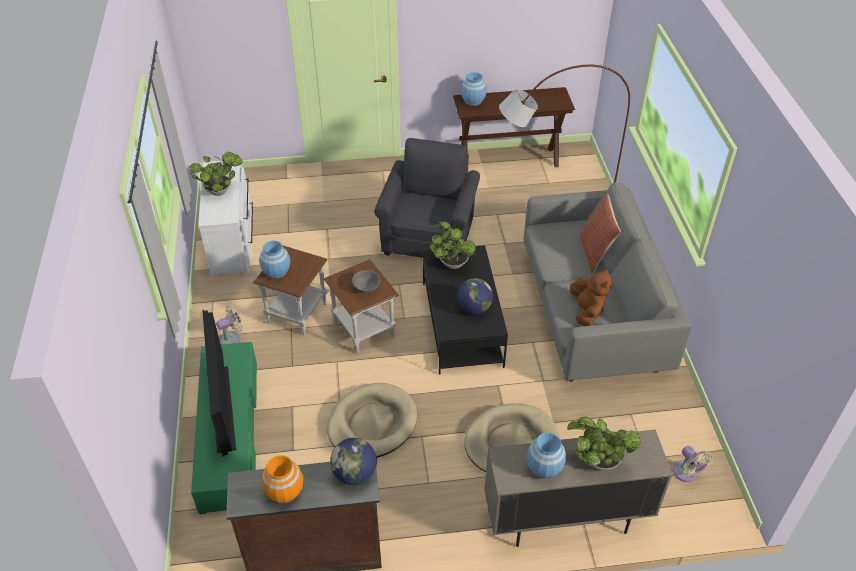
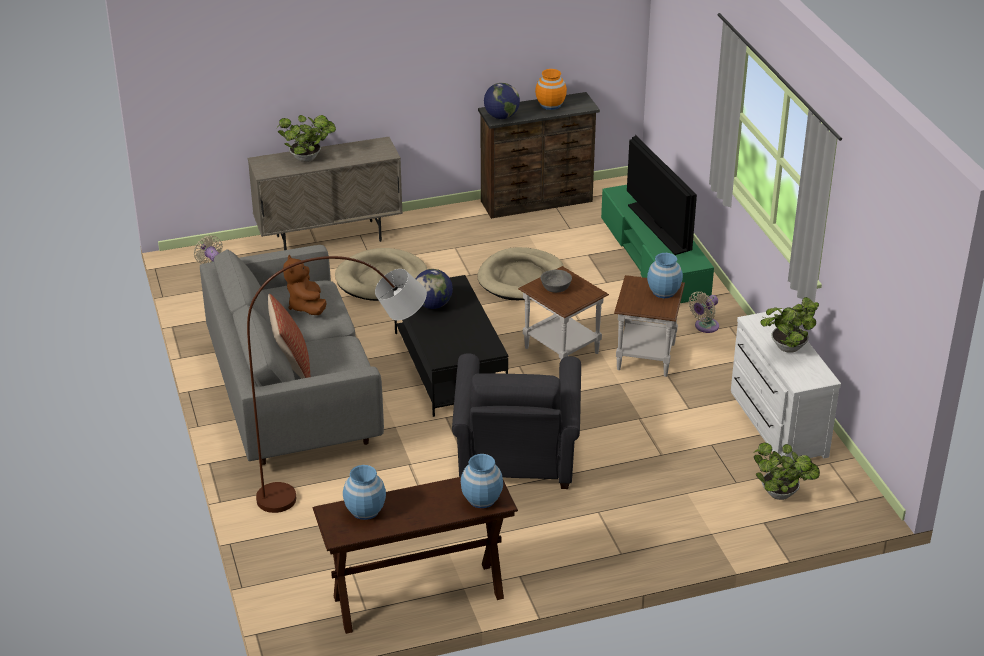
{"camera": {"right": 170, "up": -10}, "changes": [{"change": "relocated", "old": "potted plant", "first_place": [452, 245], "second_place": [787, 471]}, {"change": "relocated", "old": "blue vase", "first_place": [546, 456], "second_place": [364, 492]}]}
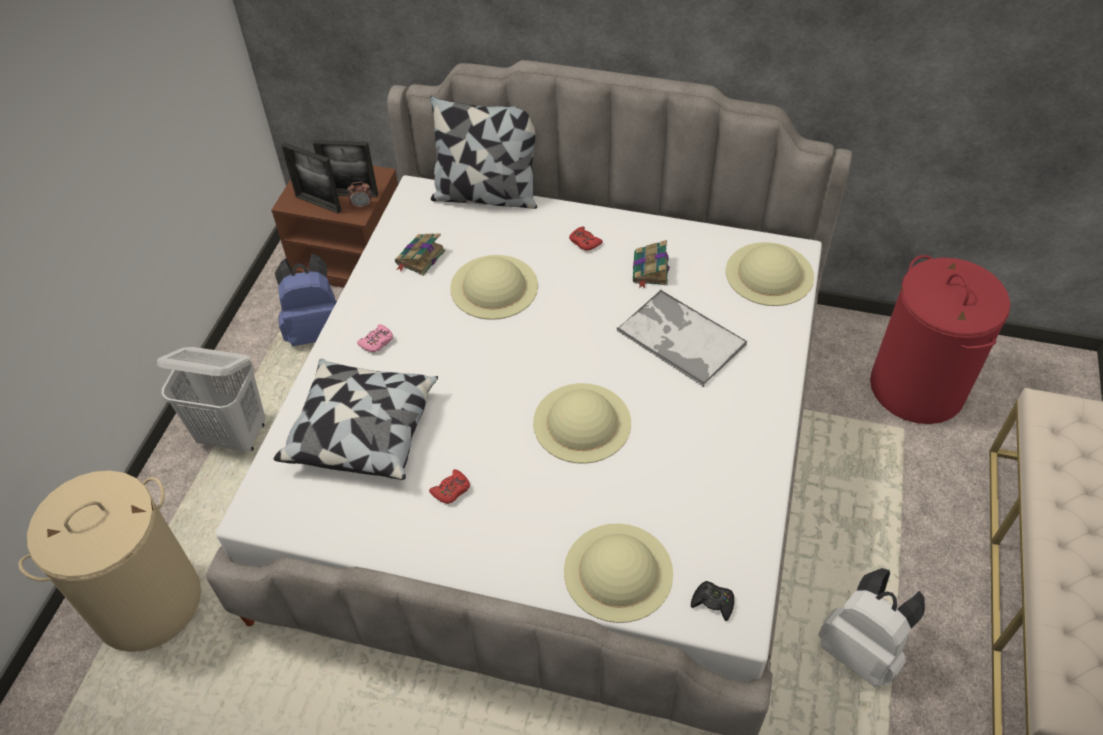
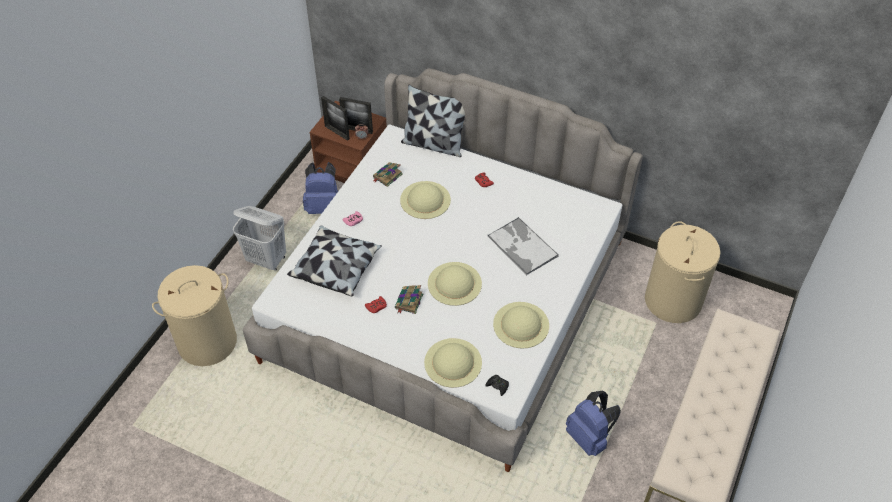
{"camera": {"right": 10, "up": 0}, "changes": [{"change": "relocated", "old": "book", "first_place": [651, 264], "second_place": [409, 299]}, {"change": "relocated", "old": "beige hat", "first_place": [770, 274], "second_place": [521, 325]}, {"change": "colour", "old": "white backpack", "new": "blue backpack", "first_place": [871, 627], "second_place": [593, 423]}, {"change": "colour", "old": "red laundry basket", "new": "beige laundry basket", "first_place": [940, 339], "second_place": [682, 272]}]}
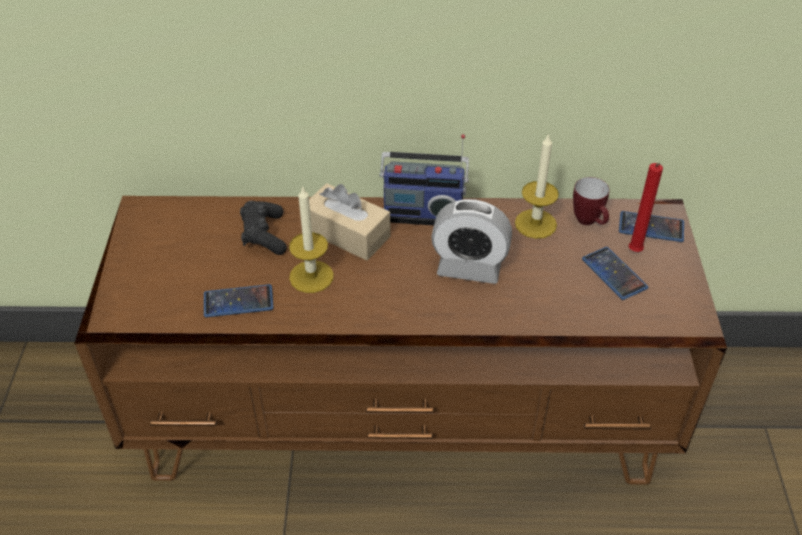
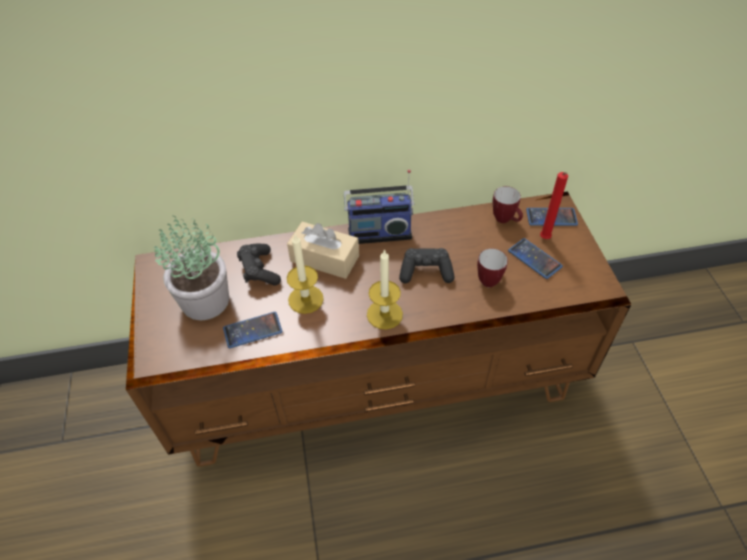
{"camera": {"right": -10, "up": 5}, "changes": [{"change": "exchanged", "old": "alarm clock", "new": "black game controller", "first_place": [471, 241], "second_place": [427, 265]}, {"change": "relocated", "old": "candle", "first_place": [537, 186], "second_place": [385, 289]}, {"change": "appeared", "new": "potted plant", "second_place": [191, 267]}, {"change": "appeared", "new": "mug", "second_place": [492, 268]}]}
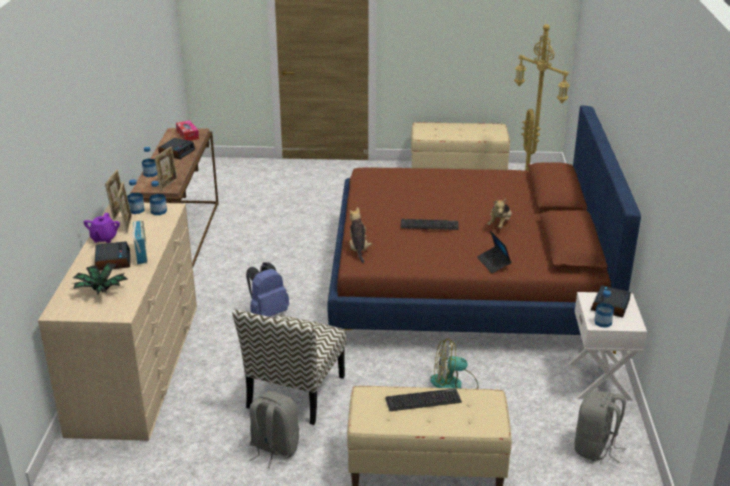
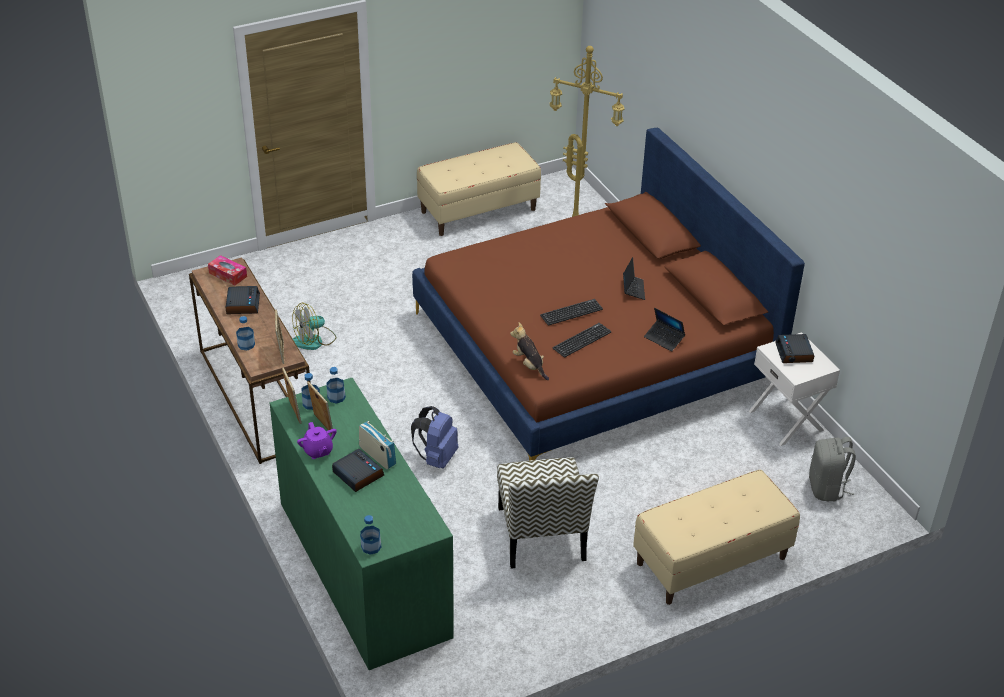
{"camera": {"right": -30, "up": 10}, "changes": [{"change": "colour", "old": "beige dresser", "new": "green dresser", "first_place": [117, 322], "second_place": [362, 524]}, {"change": "missing", "old": "potted plant", "first_place": [100, 278]}, {"change": "missing", "old": "grey backpack", "first_place": [274, 429]}, {"change": "relocated", "old": "keyboard", "first_place": [423, 399], "second_place": [582, 340]}, {"change": "relocated", "old": "fan", "first_place": [454, 364], "second_place": [314, 326]}, {"change": "exchanged", "old": "plush toy", "new": "laptop", "first_place": [499, 214], "second_place": [634, 278]}, {"change": "relocated", "old": "bottle", "first_place": [604, 309], "second_place": [370, 535]}]}
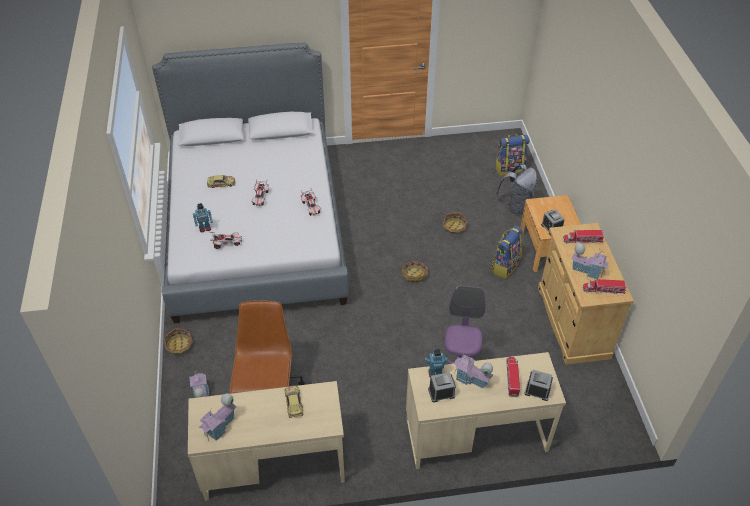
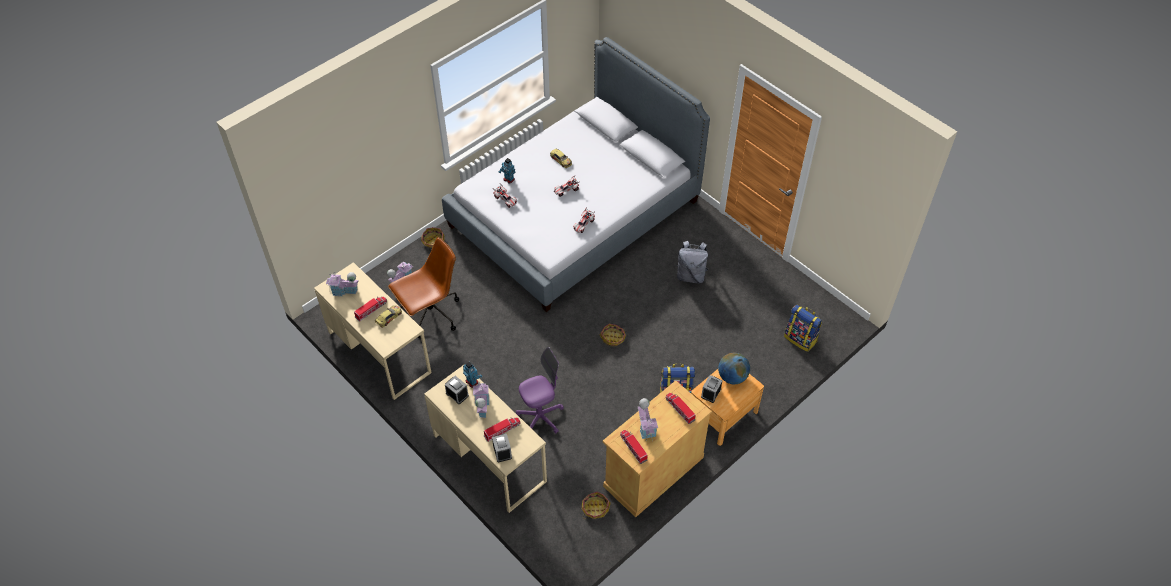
{"camera": {"right": 55, "up": 5}, "changes": [{"change": "relocated", "old": "basket", "first_place": [455, 224], "second_place": [596, 505]}, {"change": "relocated", "old": "grey backpack", "first_place": [516, 189], "second_place": [692, 262]}, {"change": "appeared", "new": "toy truck", "second_place": [370, 309]}, {"change": "appeared", "new": "globe", "second_place": [734, 368]}]}
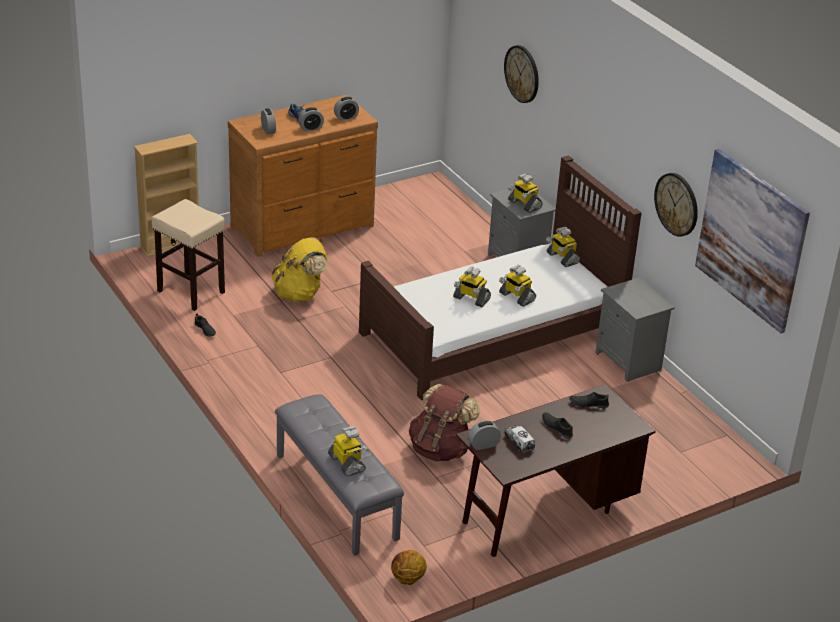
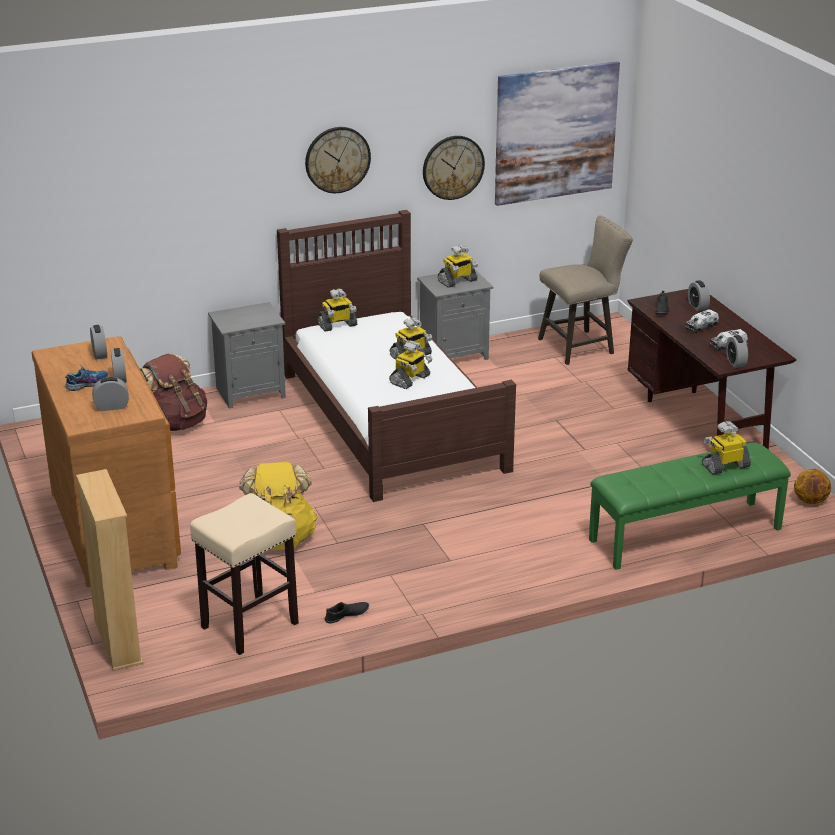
{"camera": {"right": -80, "up": -5}, "changes": [{"change": "colour", "old": "grey bench", "new": "green bench", "first_place": [339, 475], "second_place": [690, 506]}, {"change": "relocated", "old": "brown backpack", "first_place": [444, 423], "second_place": [173, 392]}, {"change": "relocated", "old": "wall clock", "first_place": [521, 74], "second_place": [338, 160]}, {"change": "relocated", "old": "toy robot", "first_place": [525, 193], "second_place": [458, 266]}, {"change": "exchanged", "old": "black shoe", "new": "toy truck", "first_place": [557, 425], "second_place": [702, 321]}, {"change": "appeared", "new": "beige stool", "second_place": [585, 290]}, {"change": "appeared", "new": "alarm clock", "second_place": [699, 295]}]}
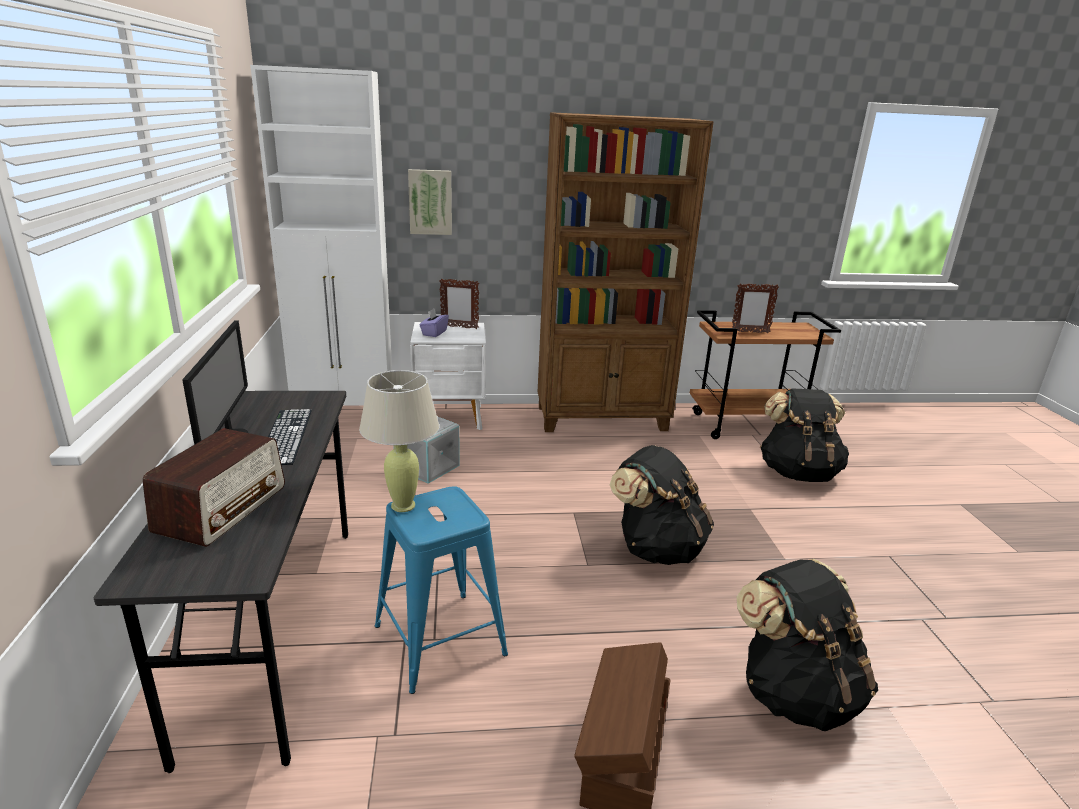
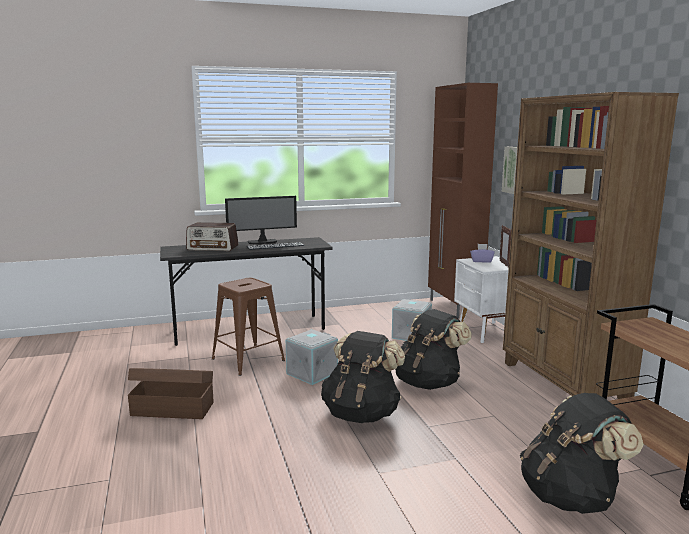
{"camera": {"right": 80, "up": -10}, "changes": [{"change": "colour", "old": "white cabinet", "new": "brown cabinet", "first_place": [321, 235], "second_place": [463, 200]}, {"change": "missing", "old": "beige table lamp", "first_place": [399, 441]}, {"change": "colour", "old": "blue stool", "new": "brown stool", "first_place": [441, 590], "second_place": [248, 326]}, {"change": "missing", "old": "picture frame", "first_place": [755, 308]}, {"change": "relocated", "old": "black backpack", "first_place": [807, 645], "second_place": [434, 349]}, {"change": "appeared", "new": "grey storage box", "second_place": [312, 357]}]}
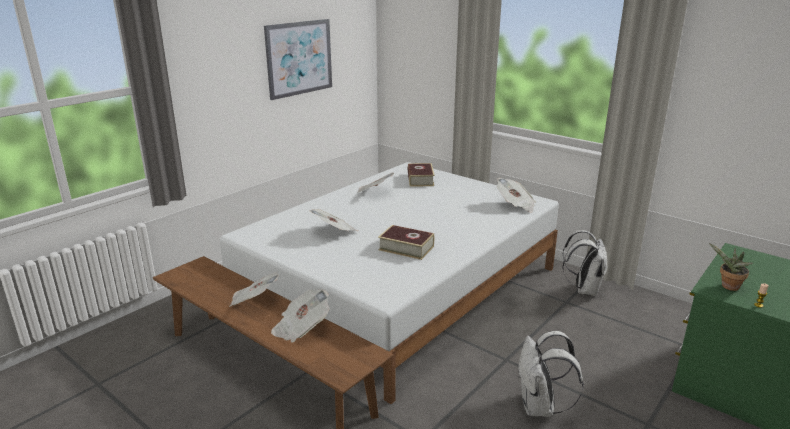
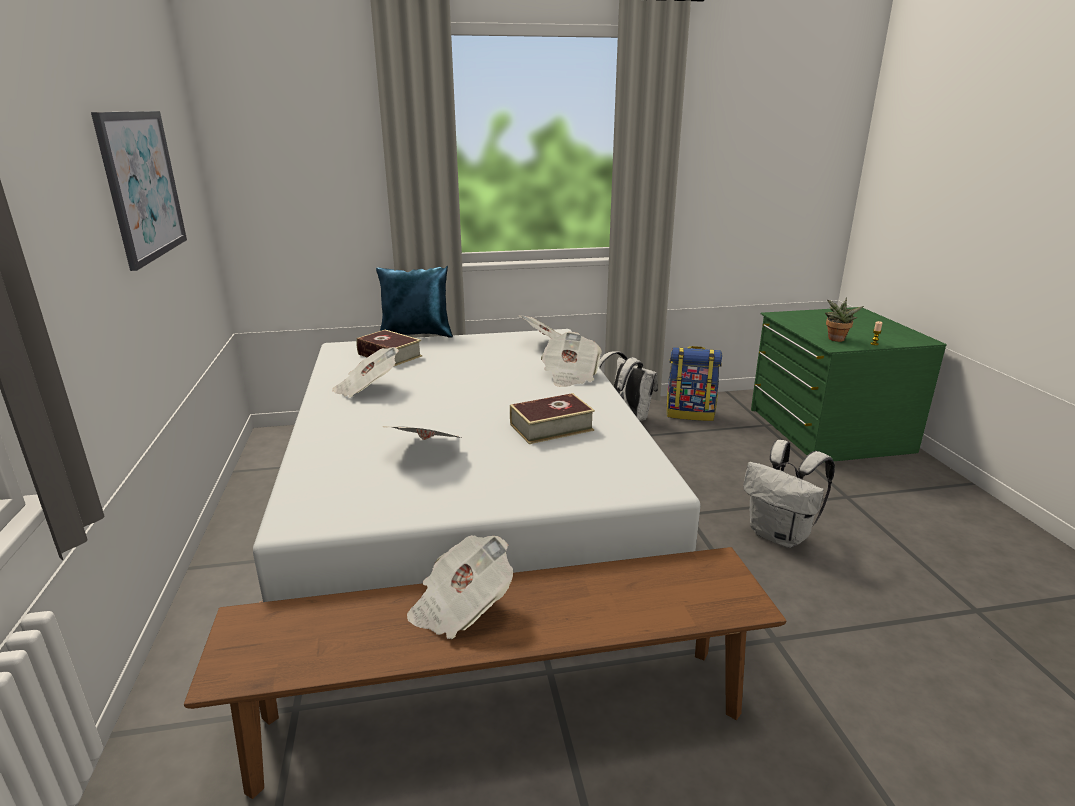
{"camera": {"right": -50, "up": 0}, "changes": [{"change": "relocated", "old": "newspaper", "first_place": [300, 315], "second_place": [571, 359]}, {"change": "appeared", "new": "blue pillow", "second_place": [414, 302]}, {"change": "appeared", "new": "backpack", "second_place": [694, 383]}]}
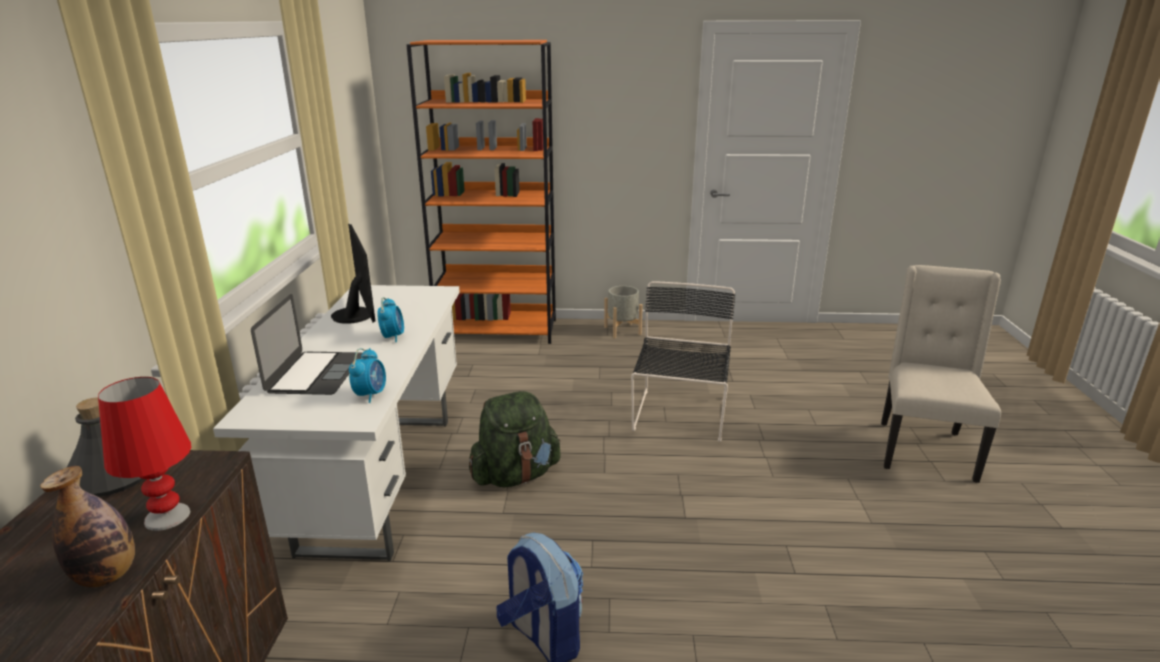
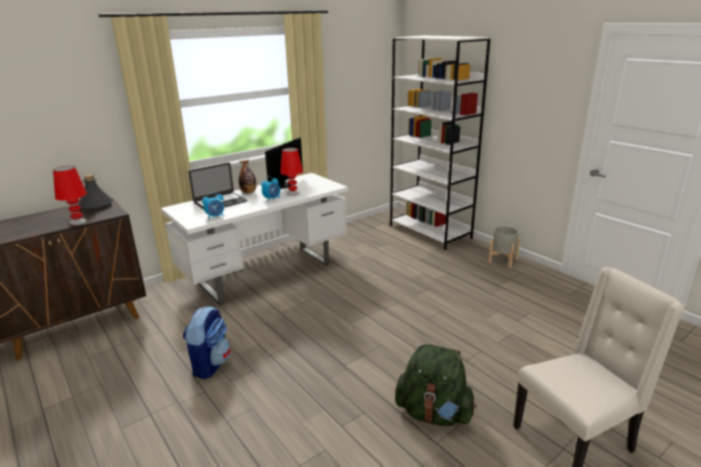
{"camera": {"right": 50, "up": 0}, "changes": [{"change": "relocated", "old": "bottle", "first_place": [87, 527], "second_place": [247, 177]}, {"change": "colour", "old": "orange bookcase", "new": "white bookcase", "first_place": [481, 192], "second_place": [440, 142]}, {"change": "relocated", "old": "green backpack", "first_place": [515, 439], "second_place": [436, 385]}, {"change": "missing", "old": "black chair", "first_place": [683, 361]}, {"change": "appeared", "new": "red table lamp", "second_place": [291, 172]}]}
